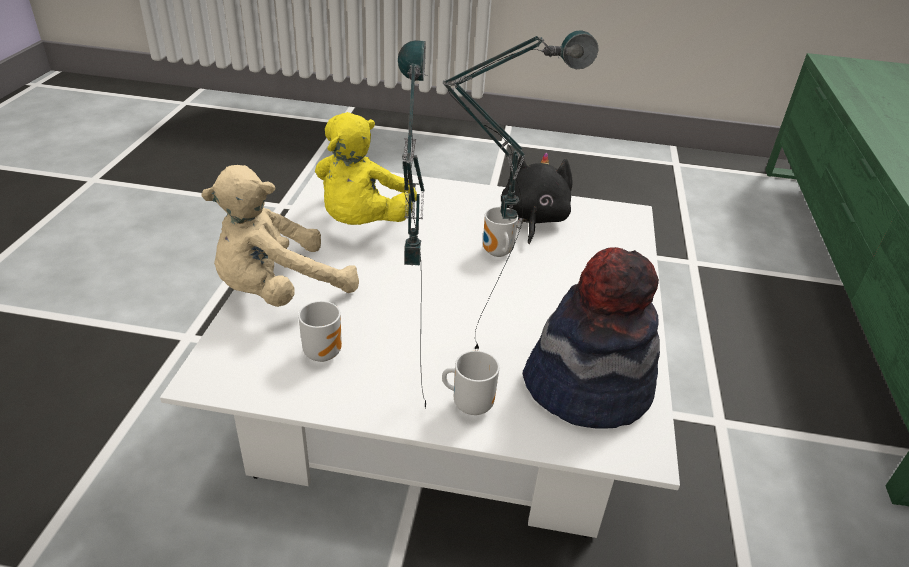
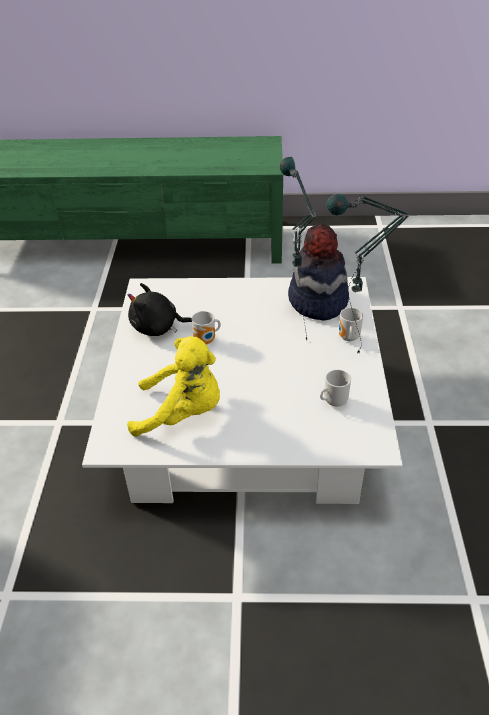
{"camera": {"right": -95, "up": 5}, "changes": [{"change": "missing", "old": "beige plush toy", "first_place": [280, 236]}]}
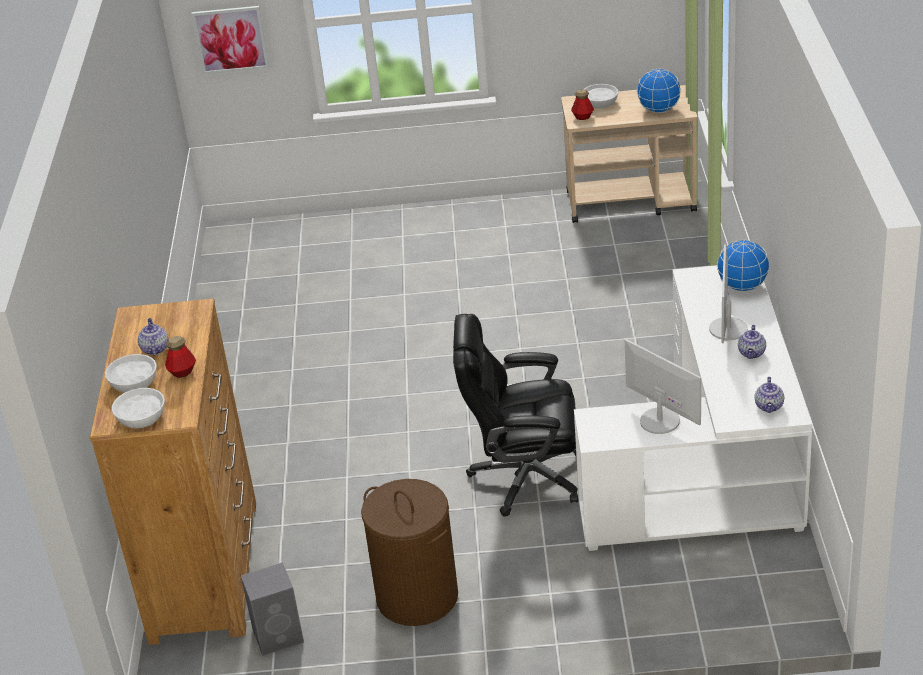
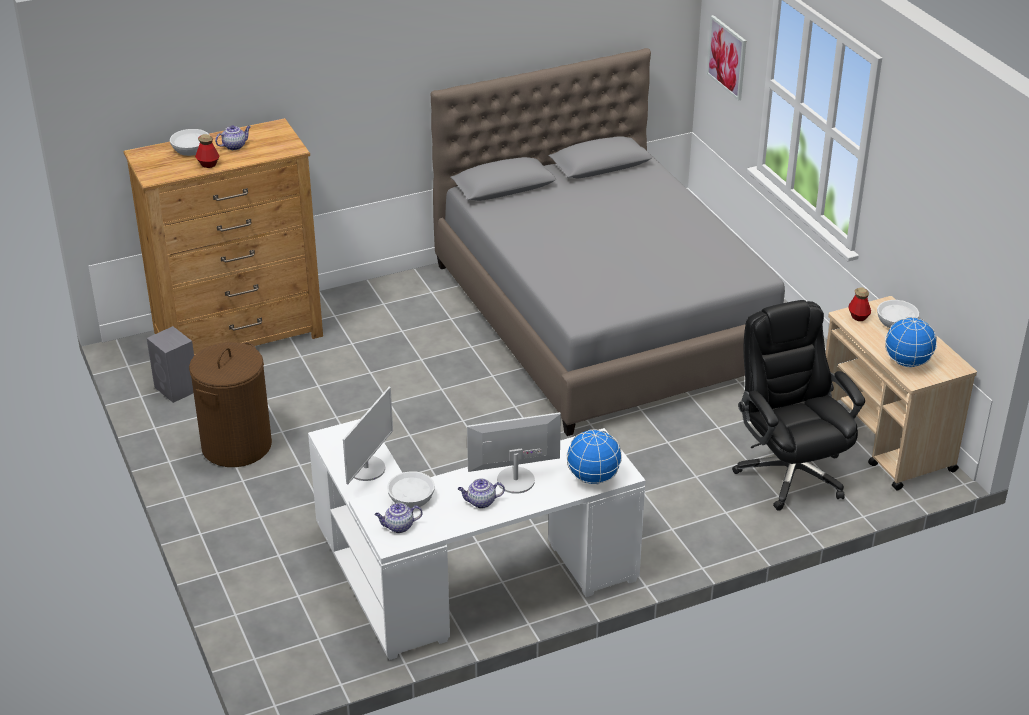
{"camera": {"right": 65, "up": 0}, "changes": [{"change": "relocated", "old": "white bowl", "first_place": [138, 408], "second_place": [411, 490]}, {"change": "relocated", "old": "black office chair", "first_place": [515, 415], "second_place": [798, 405]}, {"change": "appeared", "new": "grey bed", "second_place": [607, 242]}]}
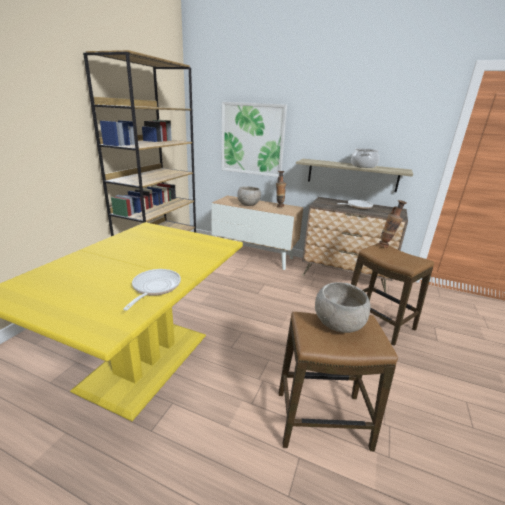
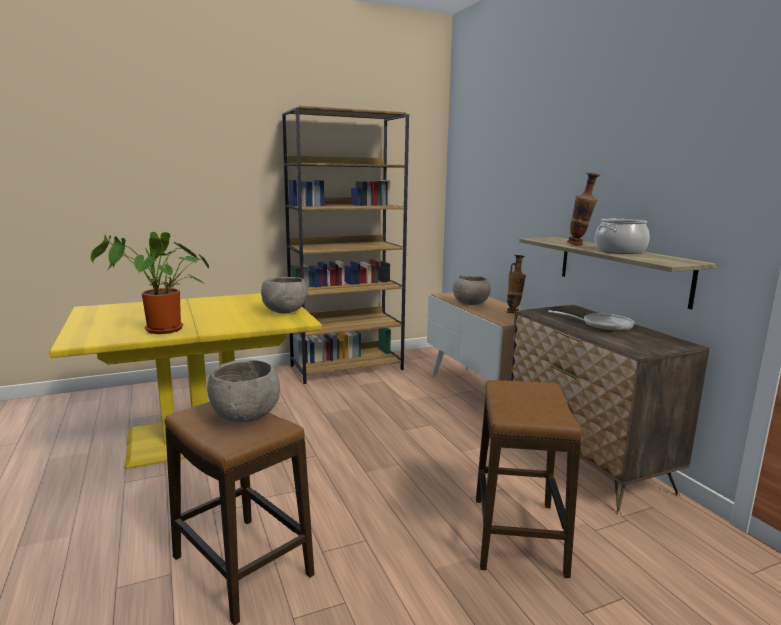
{"camera": {"right": 45, "up": -10}, "changes": [{"change": "exchanged", "old": "frying pan", "new": "potted plant", "first_place": [152, 289], "second_place": [149, 283]}, {"change": "missing", "old": "picture", "first_place": [254, 139]}, {"change": "relocated", "old": "vase", "first_place": [392, 224], "second_place": [583, 209]}, {"change": "appeared", "new": "grey bowl", "second_place": [284, 295]}]}
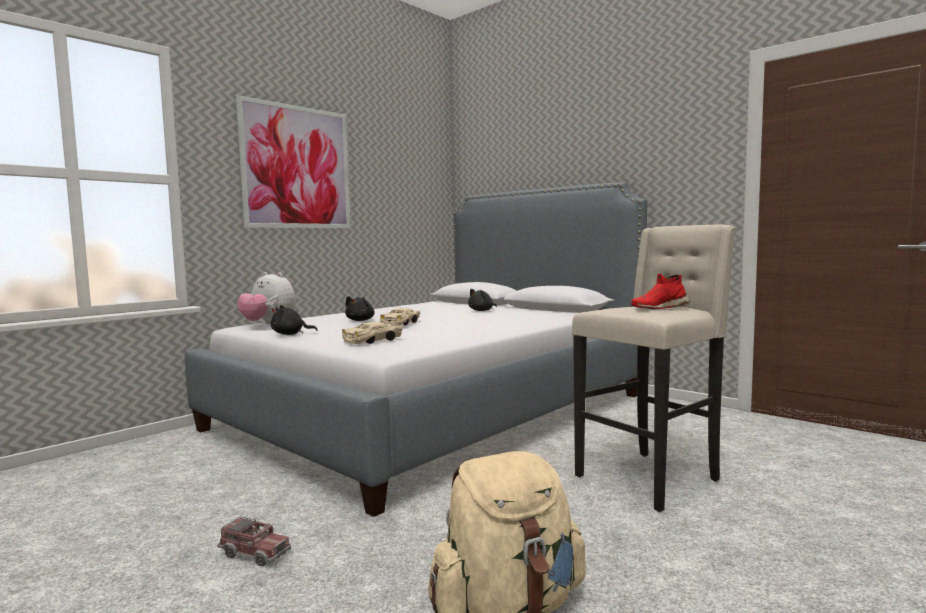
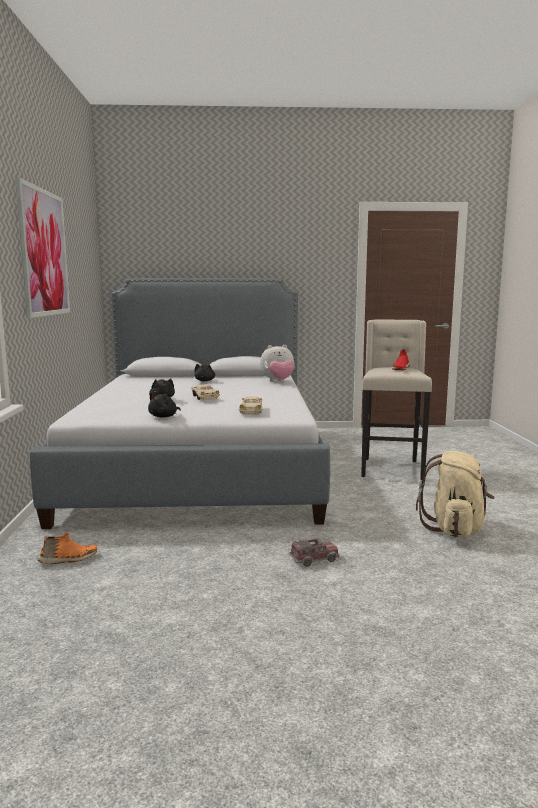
{"camera": {"right": -45, "up": 5}, "changes": [{"change": "relocated", "old": "plush toy", "first_place": [266, 298], "second_place": [277, 363]}, {"change": "appeared", "new": "orange shoe", "second_place": [67, 547]}]}
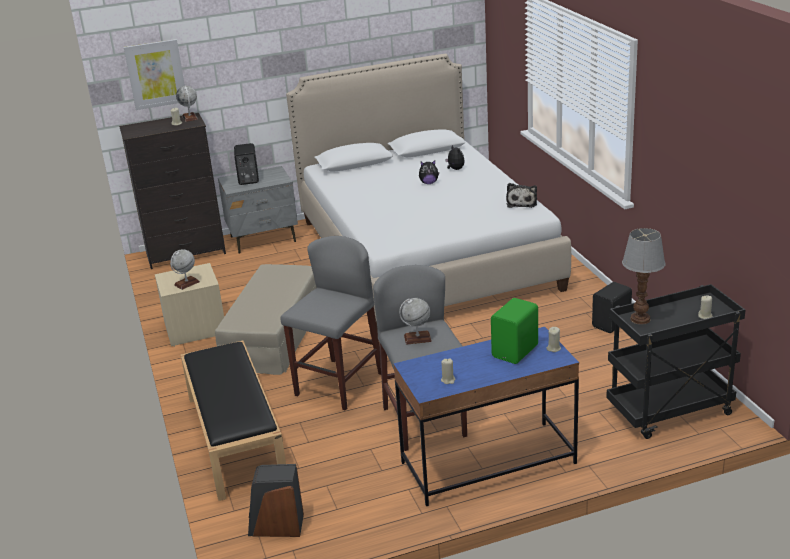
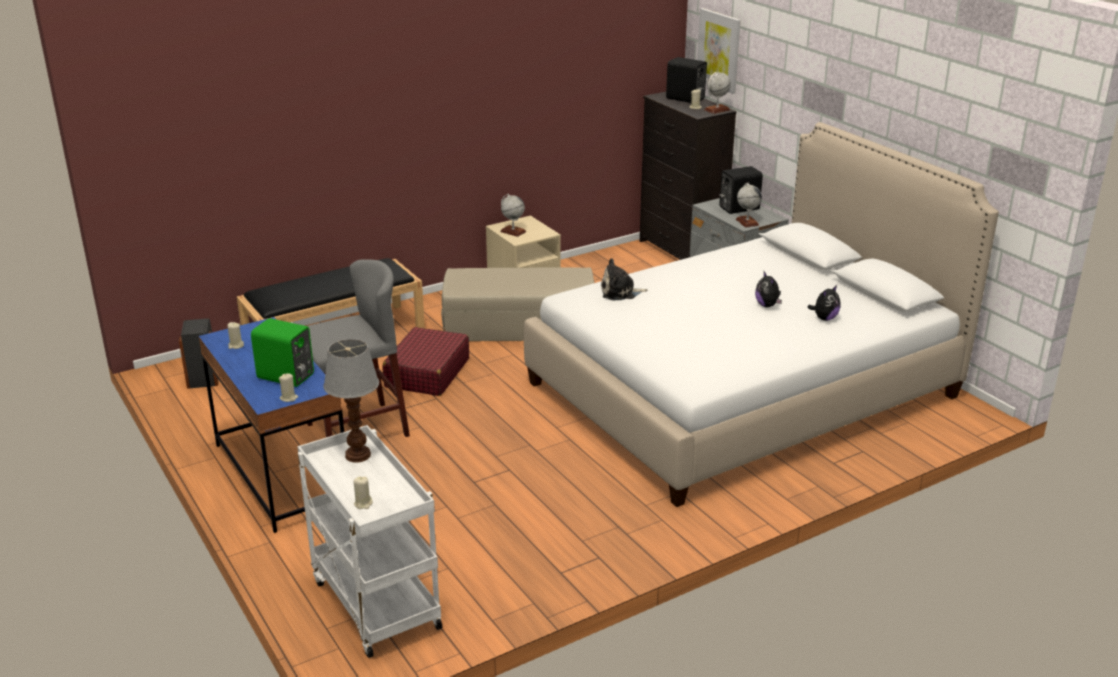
{"camera": {"right": 75, "up": 0}, "changes": [{"change": "exchanged", "old": "grey stool", "new": "red suitcase", "first_place": [331, 323], "second_place": [425, 361]}, {"change": "relocated", "old": "globe", "first_place": [415, 321], "second_place": [749, 205]}, {"change": "relocated", "old": "plush toy", "first_place": [521, 195], "second_place": [624, 279]}, {"change": "relocated", "old": "black speaker", "first_place": [612, 307], "second_place": [686, 80]}, {"change": "colour", "old": "black cart", "new": "white cart", "first_place": [675, 361], "second_place": [369, 541]}]}
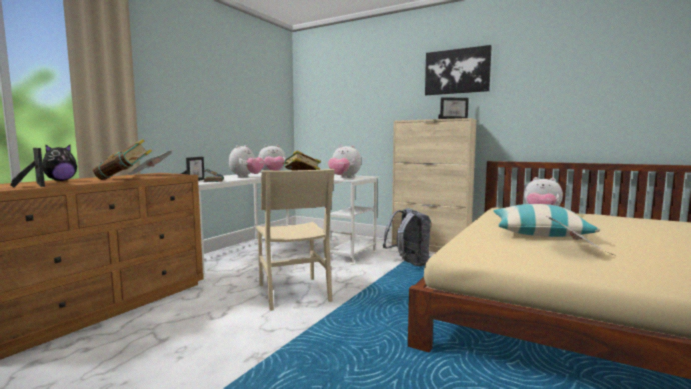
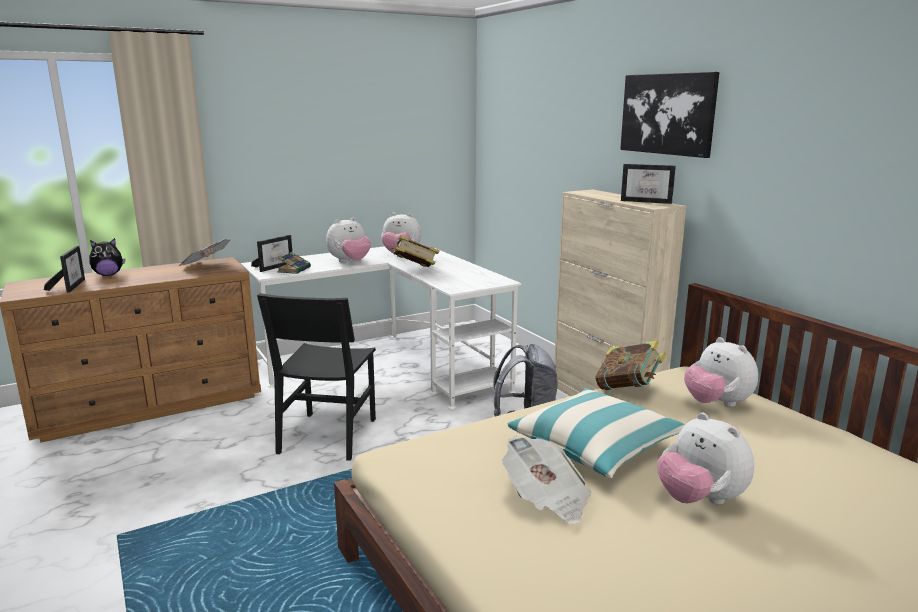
{"camera": {"right": 30, "up": 10}, "changes": [{"change": "relocated", "old": "book", "first_place": [122, 159], "second_place": [630, 365]}, {"change": "colour", "old": "beige chair", "new": "black chair", "first_place": [295, 240], "second_place": [316, 377]}, {"change": "relocated", "old": "plush toy", "first_place": [344, 161], "second_place": [705, 458]}]}
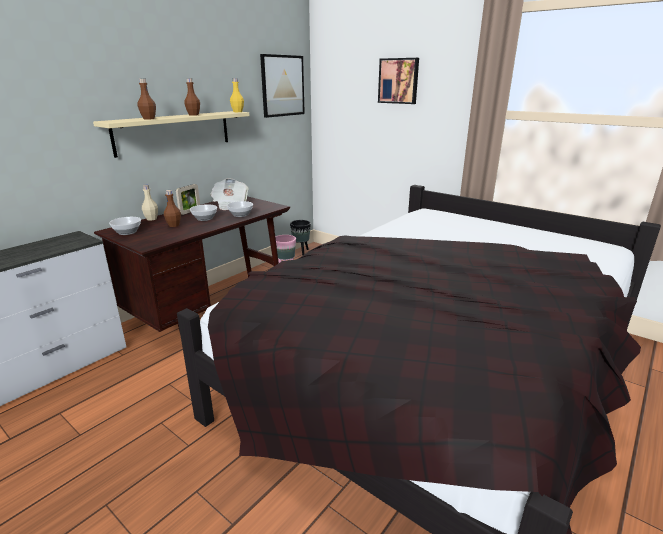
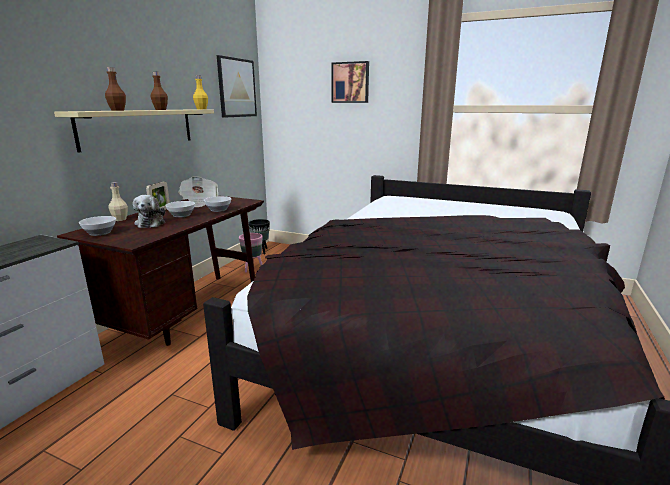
{"camera": {"right": -15, "up": -5}, "changes": [{"change": "exchanged", "old": "brown bottle", "new": "plush toy", "first_place": [172, 208], "second_place": [149, 211]}]}
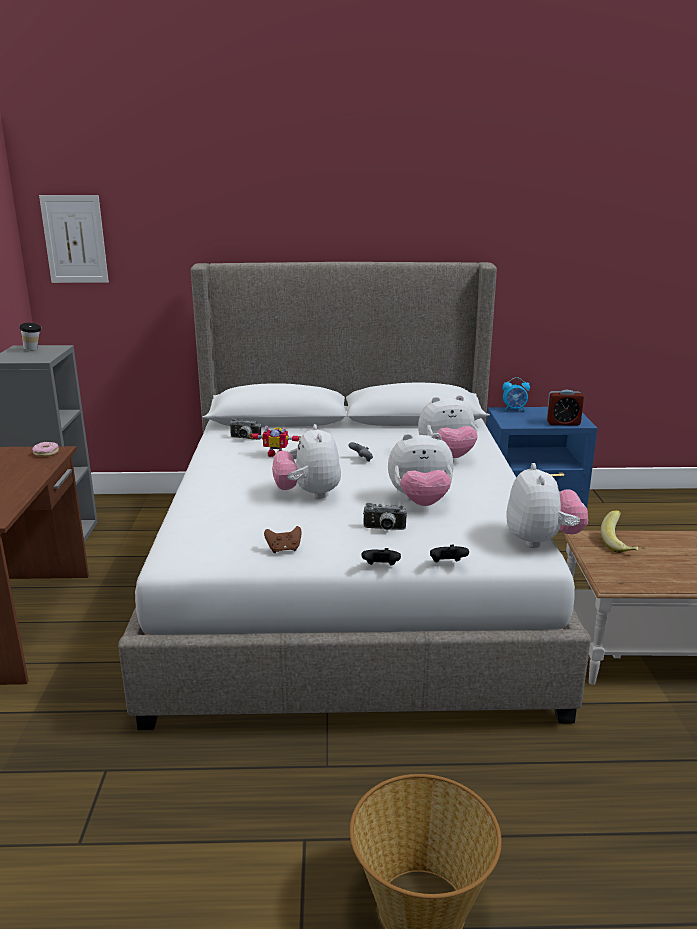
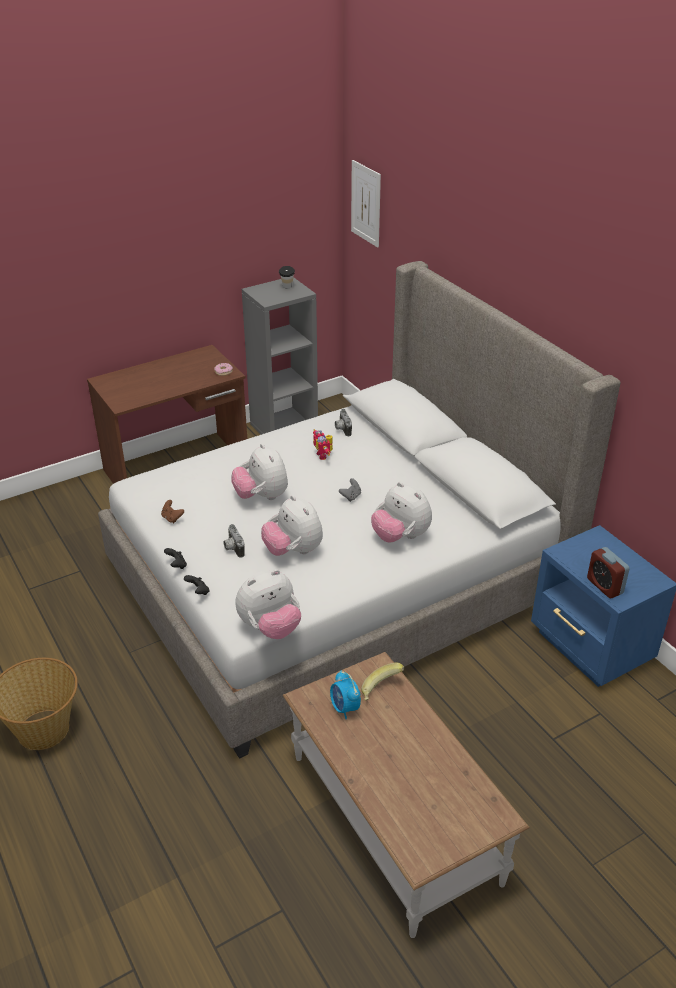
{"camera": {"right": 60, "up": 15}, "changes": [{"change": "spun", "old": "plush toy", "first_place": [306, 461], "second_place": [259, 471], "degrees": -75}, {"change": "relocated", "old": "alarm clock", "first_place": [516, 394], "second_place": [345, 694]}]}
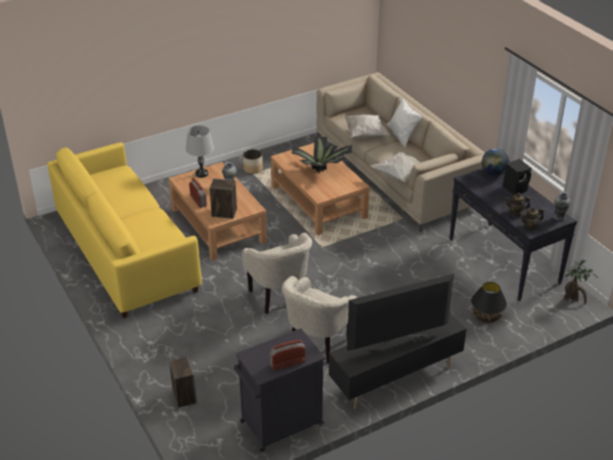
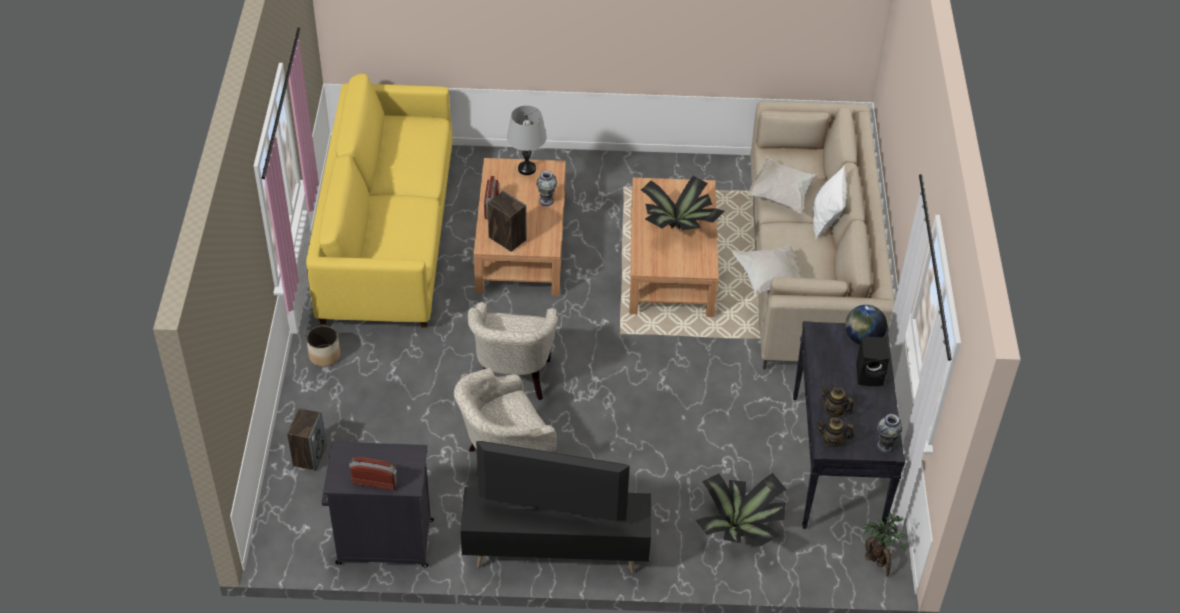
{"camera": {"right": 30, "up": 10}, "changes": [{"change": "relocated", "old": "planter", "first_place": [253, 161], "second_place": [323, 346]}, {"change": "exchanged", "old": "black table lamp", "new": "potted plant", "first_place": [489, 302], "second_place": [741, 509]}]}
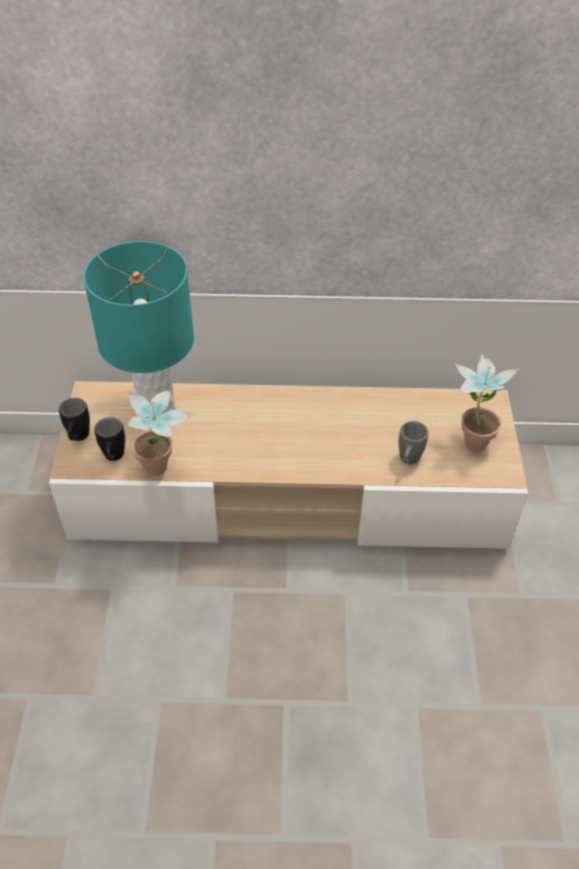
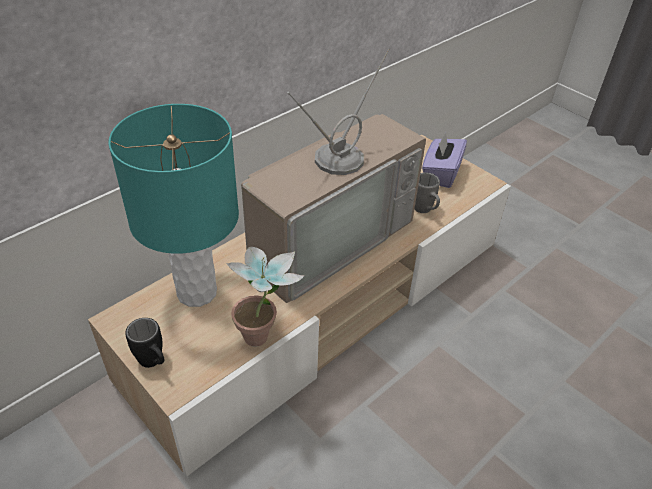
{"camera": {"right": -45, "up": -5}, "changes": [{"change": "missing", "old": "black mug", "first_place": [109, 439]}, {"change": "exchanged", "old": "potted plant", "new": "purple tissue box", "first_place": [487, 403], "second_place": [444, 160]}, {"change": "appeared", "new": "television", "second_place": [333, 175]}]}
